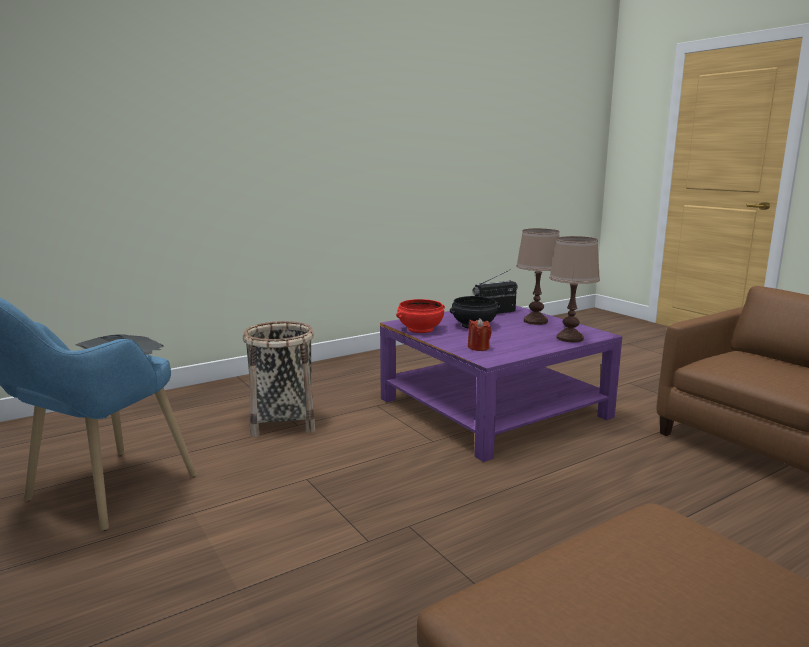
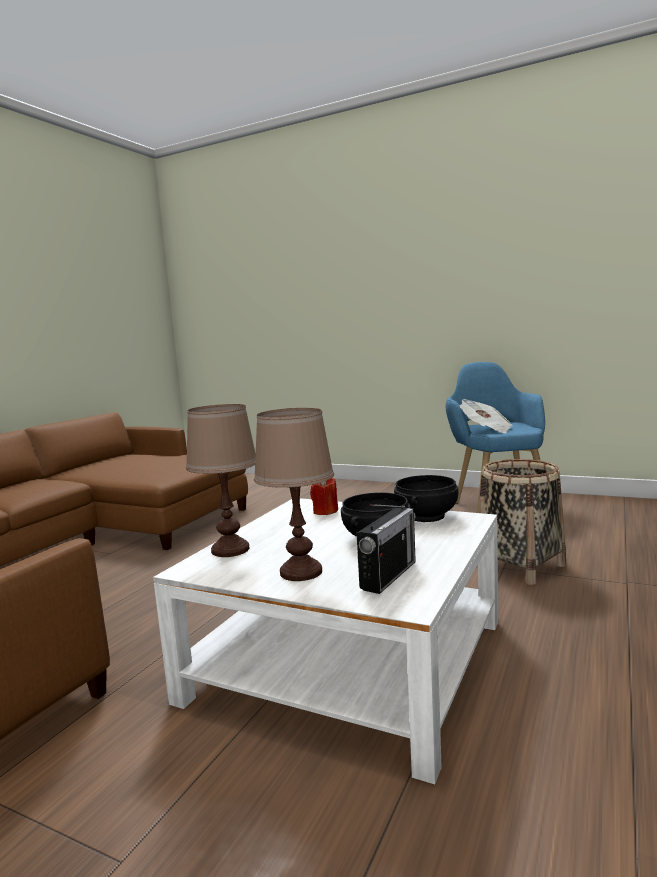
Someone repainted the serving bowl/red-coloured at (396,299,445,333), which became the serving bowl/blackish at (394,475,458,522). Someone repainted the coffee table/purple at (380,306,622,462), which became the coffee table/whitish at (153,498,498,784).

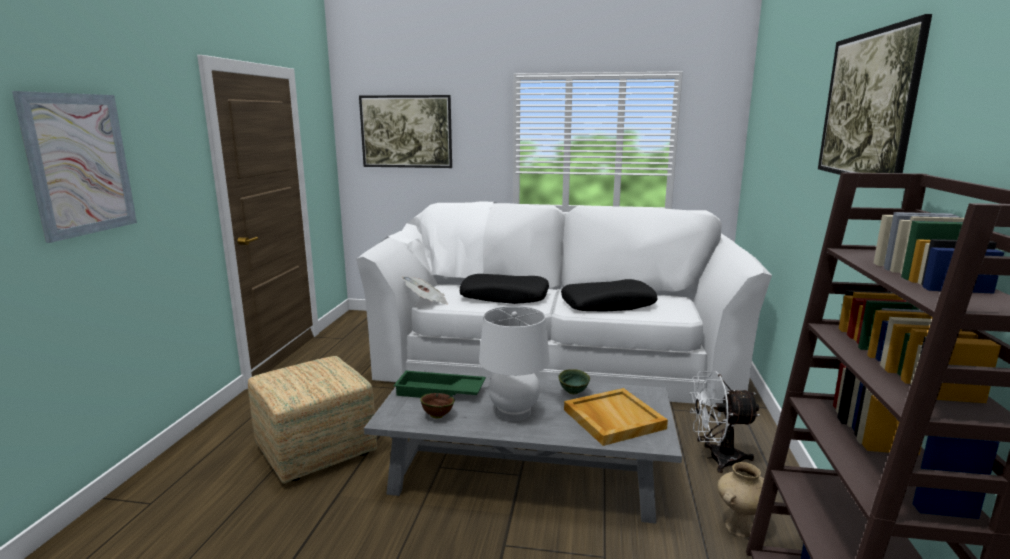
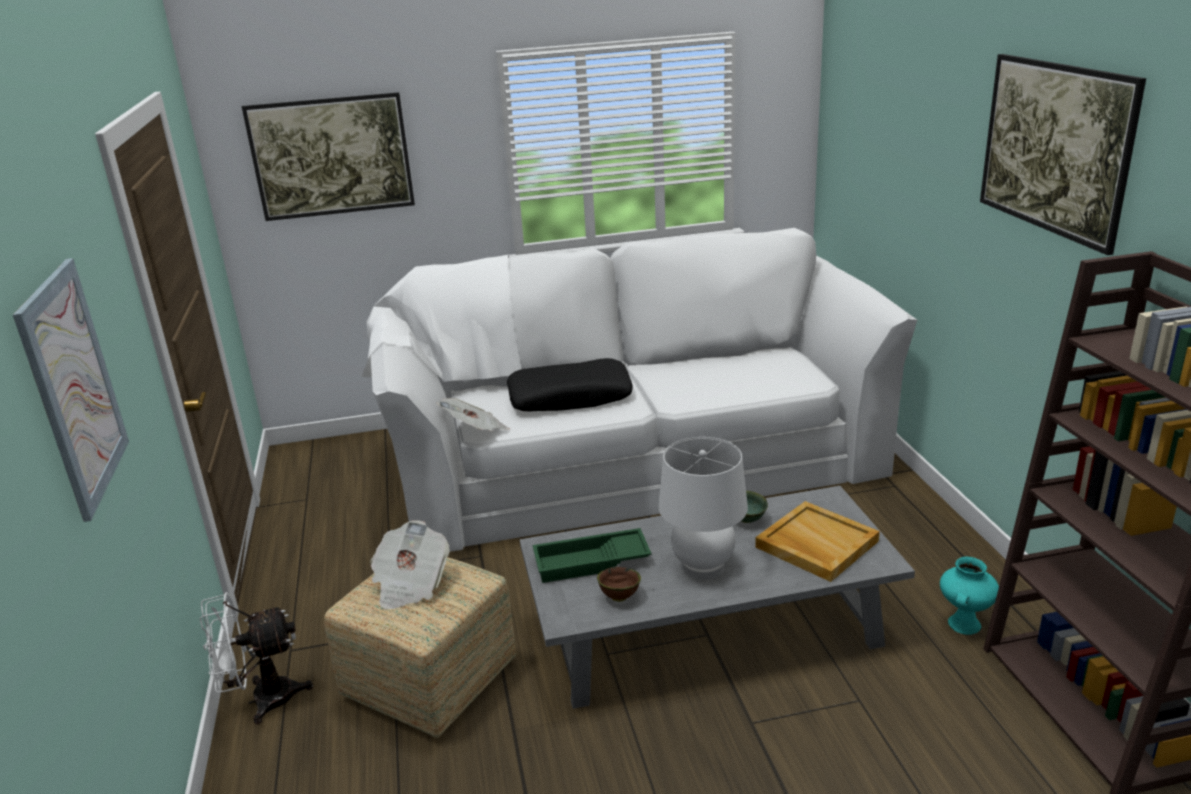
Someone took away the throw pillow/blackish at (561,279,658,312). Someone carried the electric fan/whitish from (690,371,760,473) to (200,592,313,725). Someone repainted the decorative vase/sand-coloured at (717,462,764,537), which became the decorative vase/turquoise at (940,557,999,635). Someone put down the printed paper at (370,520,450,609).

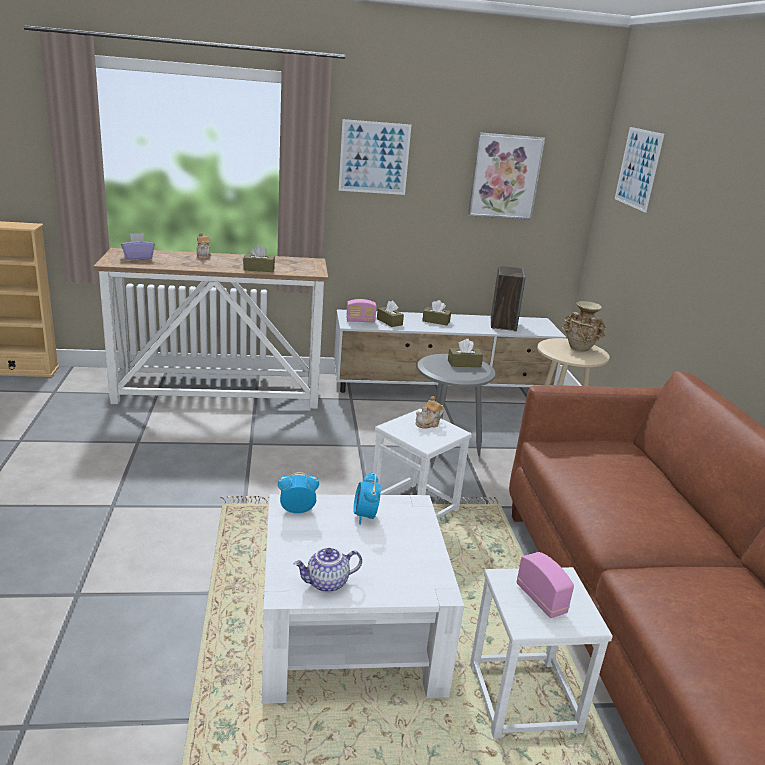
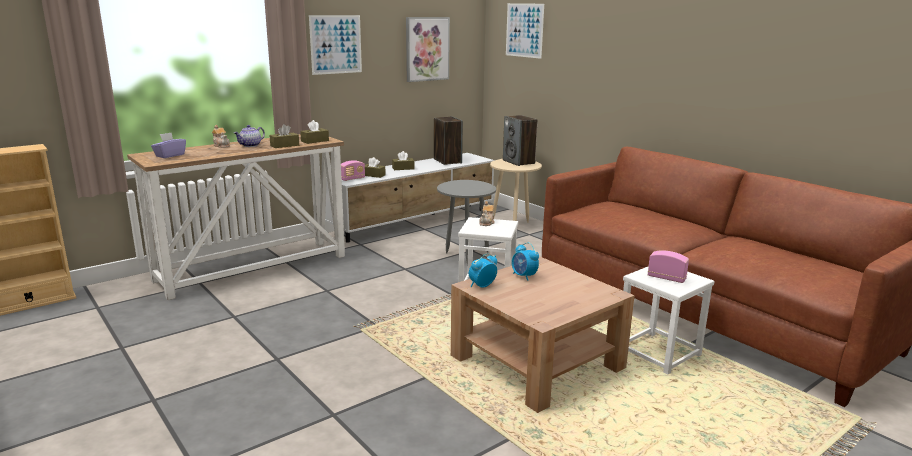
Someone swapped the decorative vase/sand-coloured at (562,301,606,352) for the audio speaker at (503,115,538,166). Someone carried the box of tissues/brownish from (448,339,483,367) to (300,120,329,144). Someone repainted the coffee table/whitish at (262,494,464,704), which became the coffee table/brownish at (451,257,634,413). Someone carried the tea pot from (294,547,362,593) to (234,125,265,147).

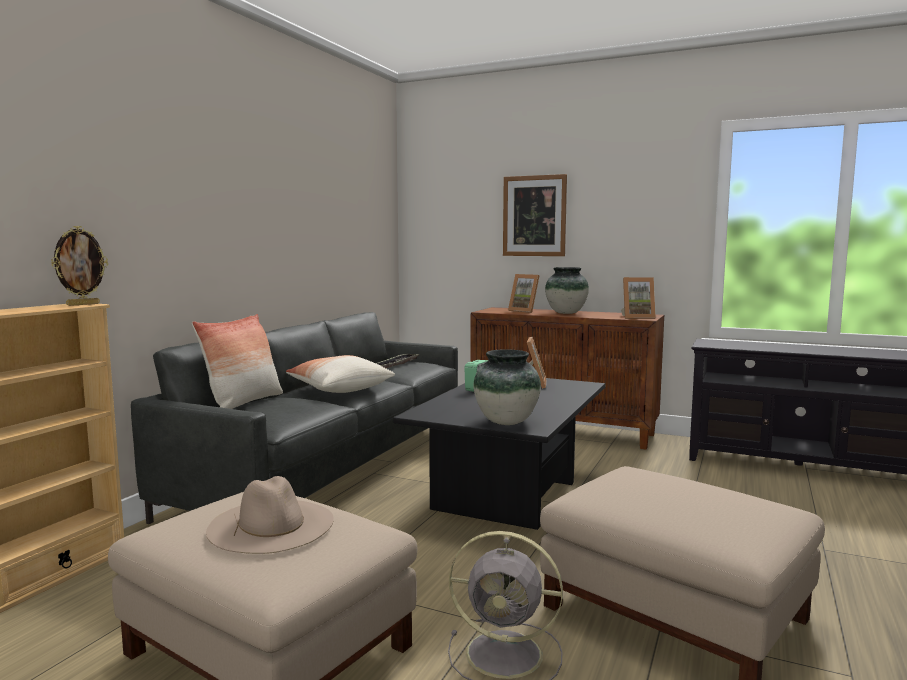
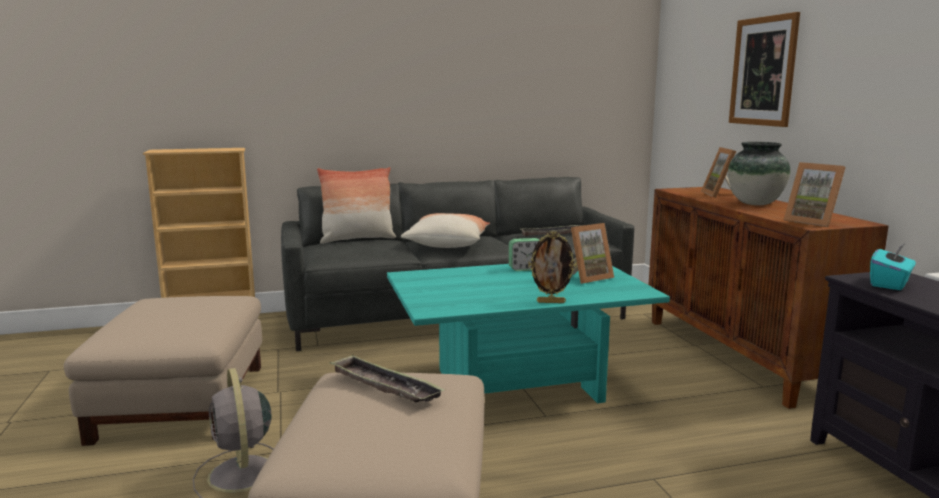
Someone carried the standing frame from (51,226,108,306) to (528,231,577,303). Someone took away the decorative vase at (474,349,541,425). Someone repainted the coffee table/blackish at (393,378,605,530), which became the coffee table/turquoise at (387,264,670,403). Someone took away the hat/sand-coloured at (206,476,334,554). Someone put down the box of tissues/turquoise at (870,243,916,290). Someone put down the serving tray at (329,355,446,402).

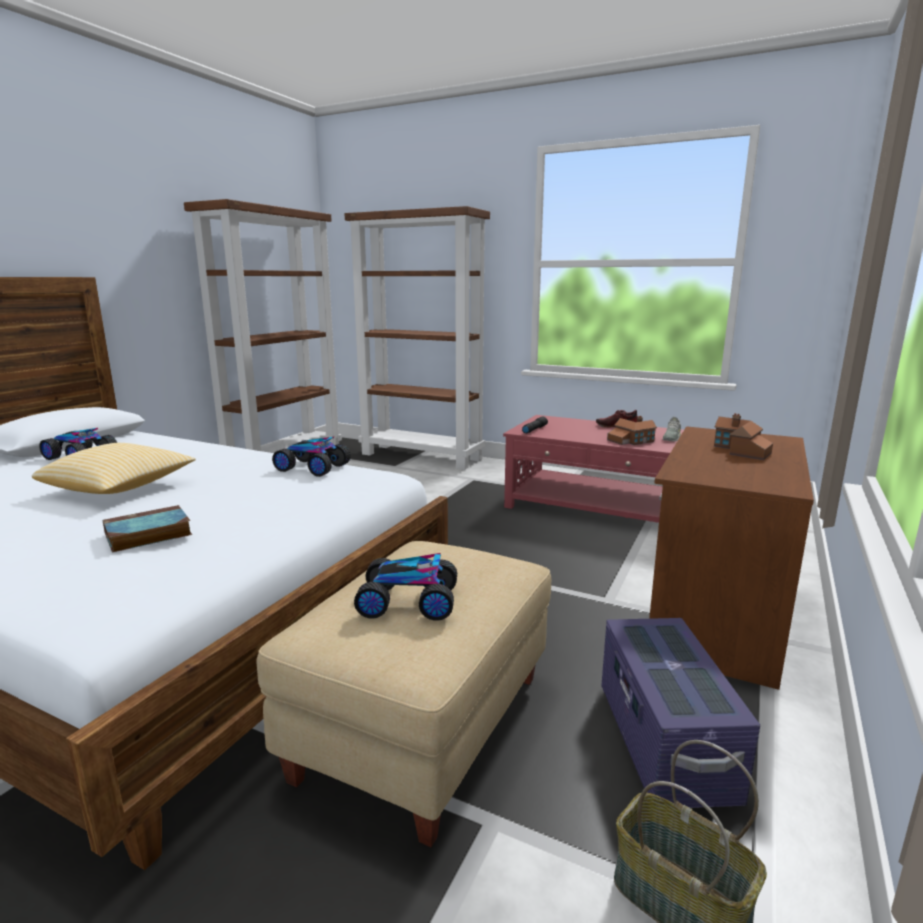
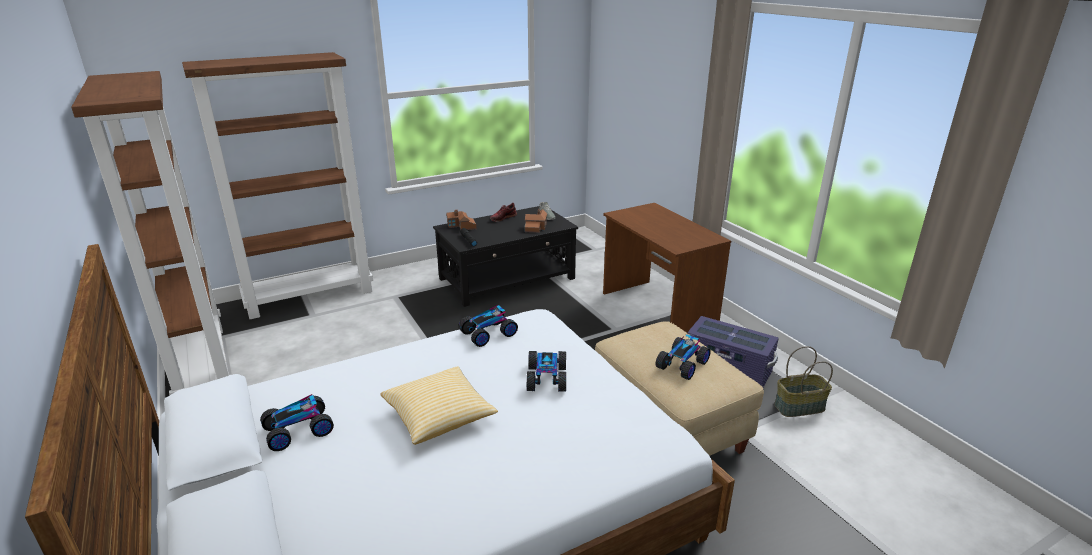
Someone carried the toy house from (714,413,773,460) to (446,210,476,230). Someone repainted the coffee table/red-coloured at (503,415,684,523), which became the coffee table/blackish at (433,206,578,307). Someone took away the volume at (103,505,192,553). Someone put down the model car at (527,351,566,392).

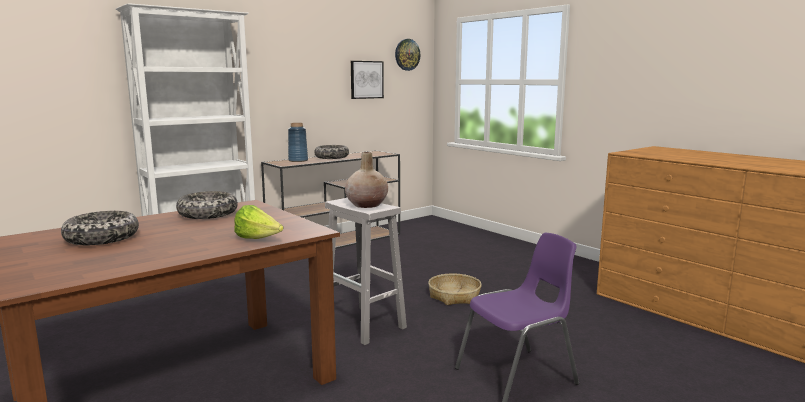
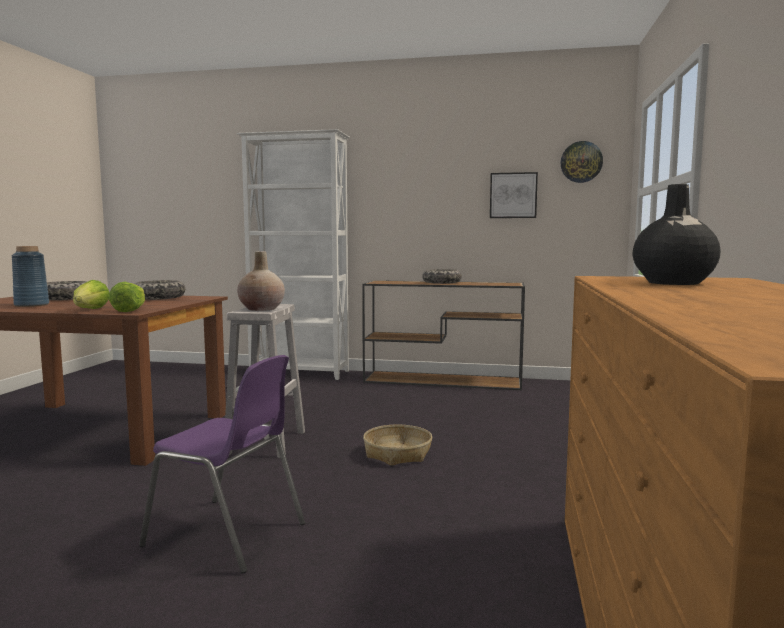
Someone carried the decorative vase/blue from (288,123,308,162) to (12,246,49,307). Someone put down the decorative vase/blackish at (633,184,721,285). Someone put down the lettuce head at (108,282,145,312).

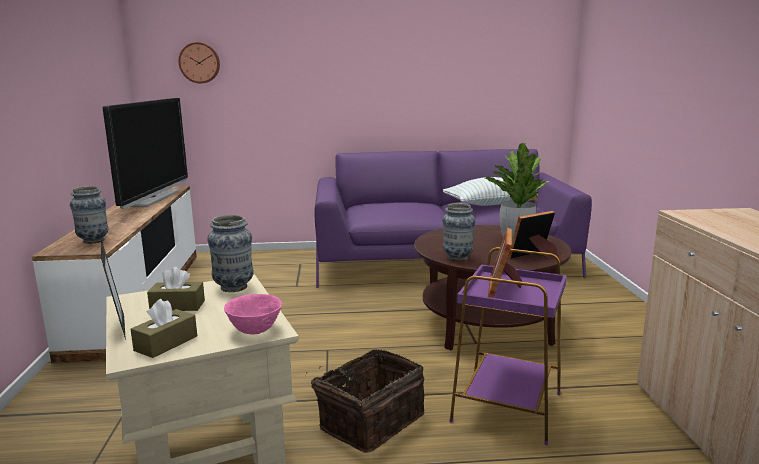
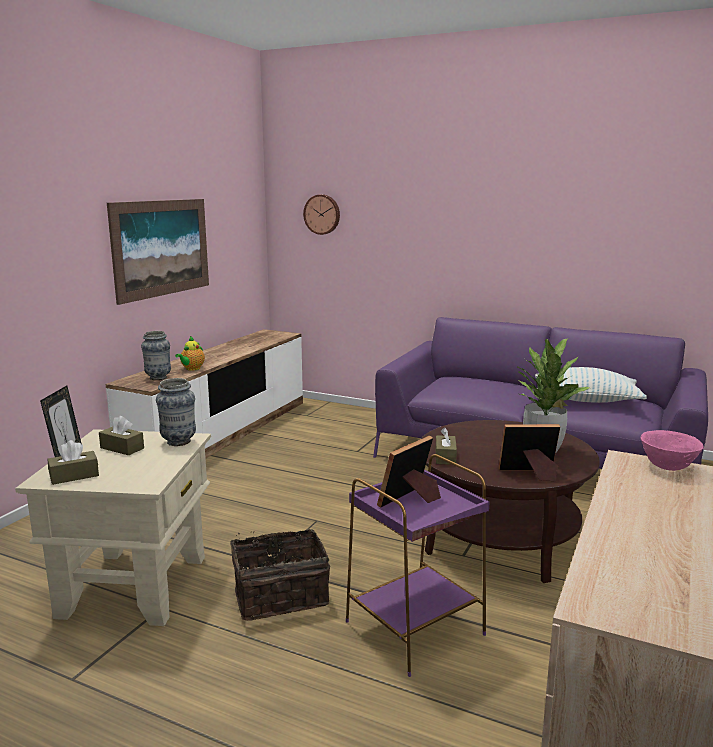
Someone took away the TV set at (103,98,188,209). Someone swapped the decorative vase at (442,203,476,261) for the box of tissues/brownish at (436,427,457,465). Someone carried the serving bowl/pink from (224,294,282,335) to (641,430,704,471). Someone put up the wall picture at (107,199,209,305). Someone put down the tea pot at (175,336,205,371).

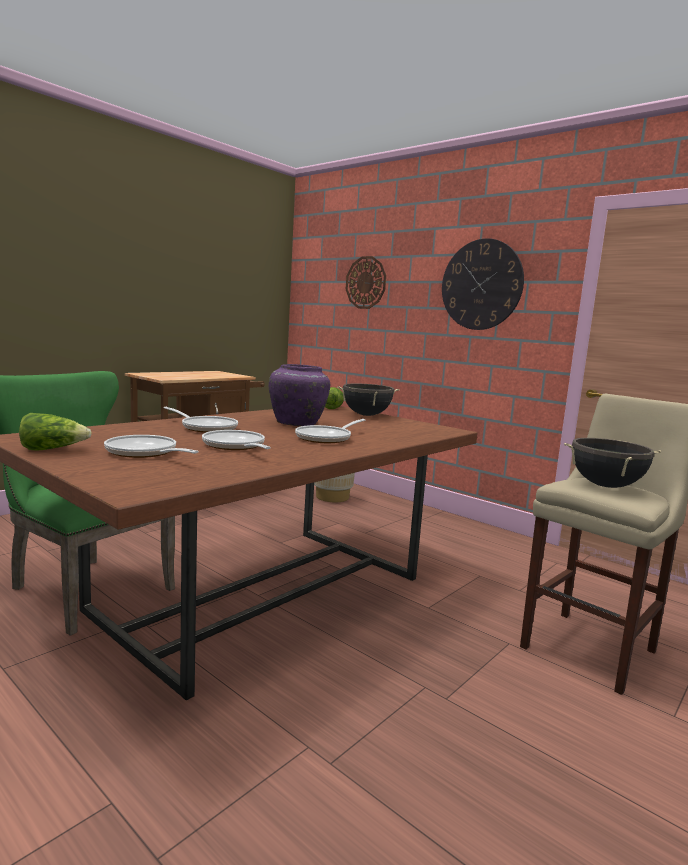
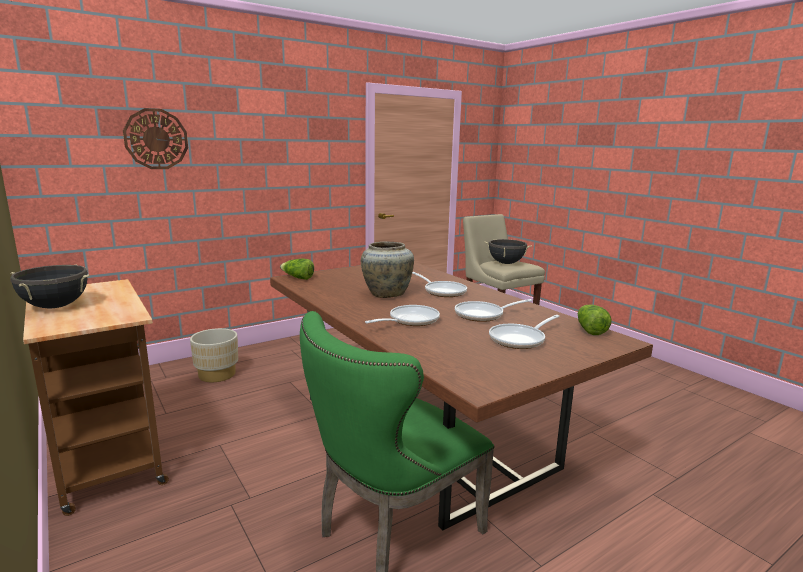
Someone took away the hanging clock at (442,238,524,330). Someone repainted the decorative vase/purple at (269,364,330,426), which became the decorative vase/sand-coloured at (361,241,414,298). Someone carried the cooking pot/blackish from (337,383,400,416) to (10,264,90,308). Someone carried the lettuce head from (19,413,92,451) to (578,304,612,335).

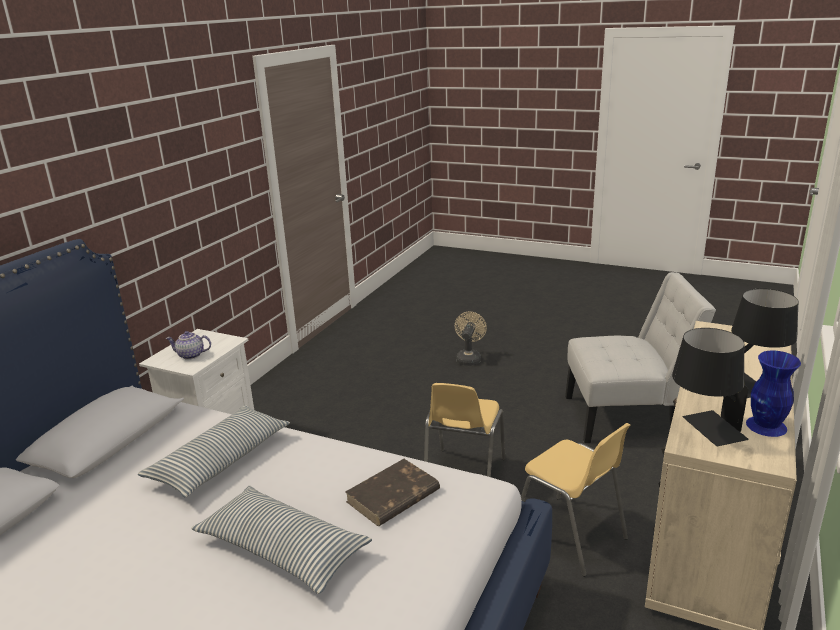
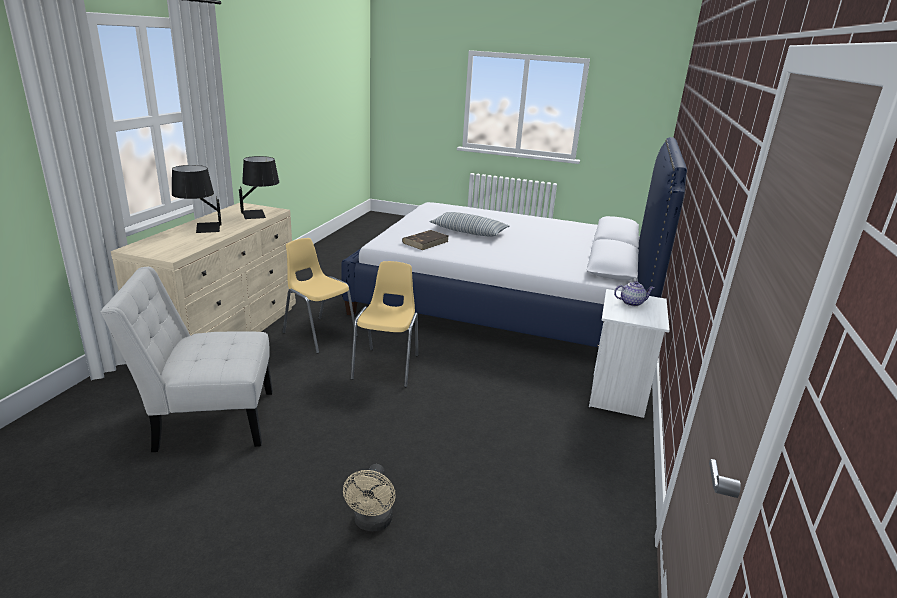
Someone took away the decorative vase/blue at (746,350,801,437). Someone took away the throw pillow at (138,405,290,497).

